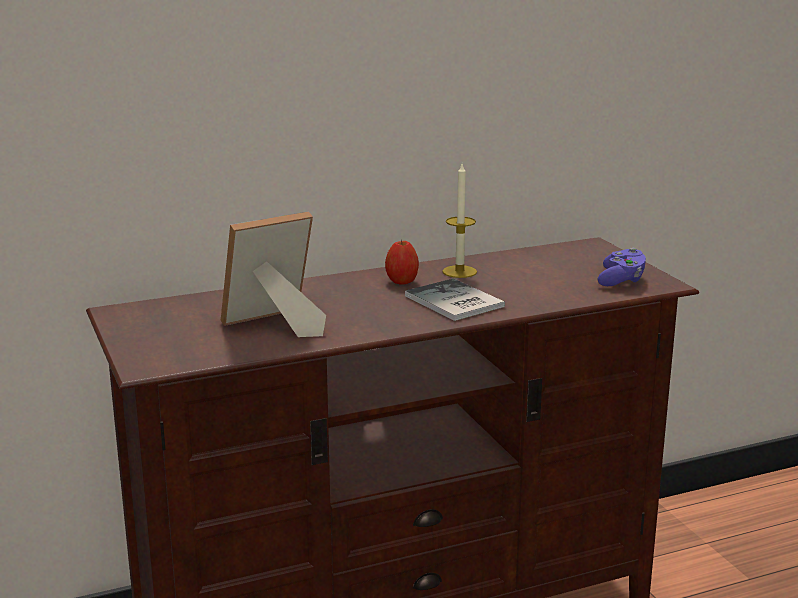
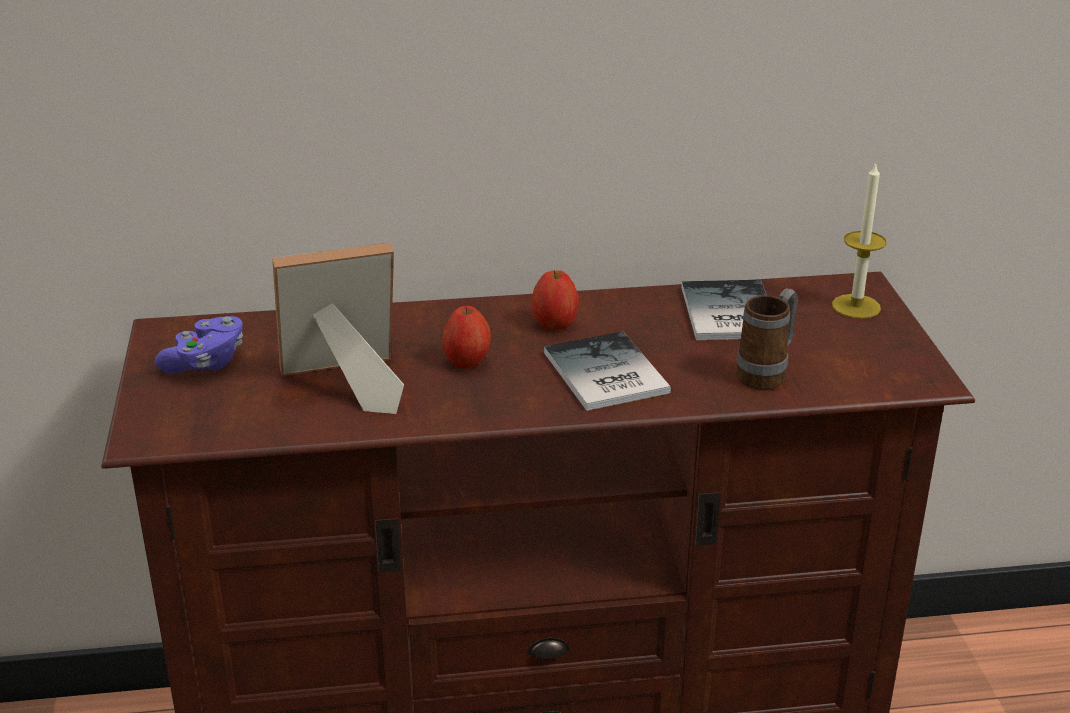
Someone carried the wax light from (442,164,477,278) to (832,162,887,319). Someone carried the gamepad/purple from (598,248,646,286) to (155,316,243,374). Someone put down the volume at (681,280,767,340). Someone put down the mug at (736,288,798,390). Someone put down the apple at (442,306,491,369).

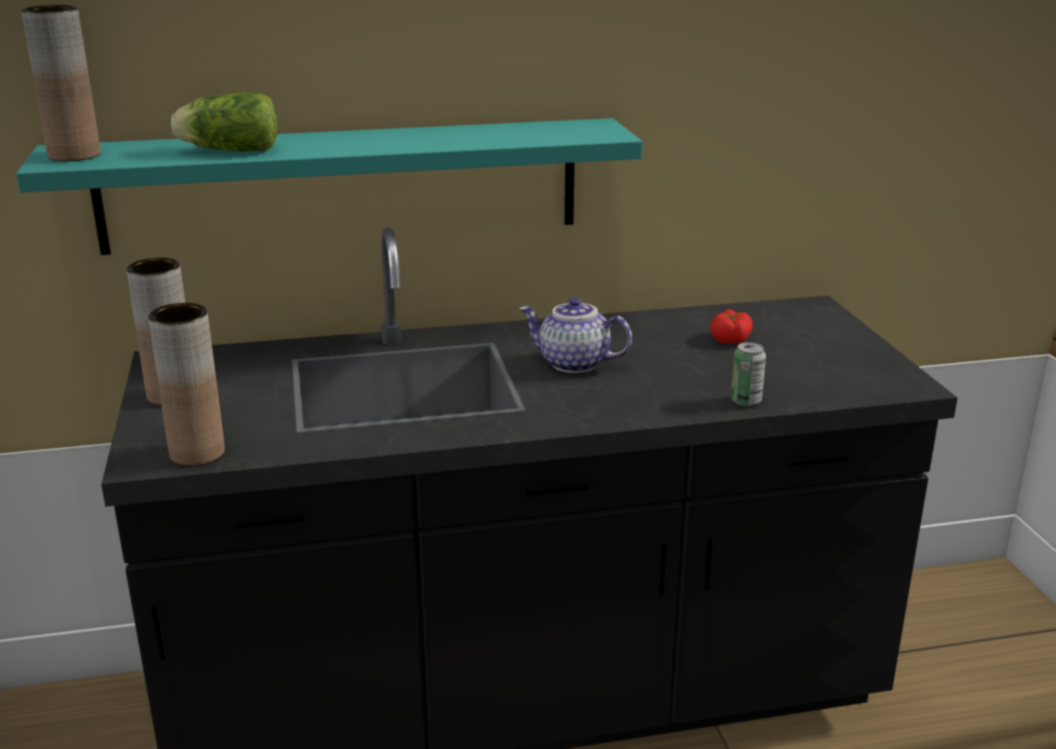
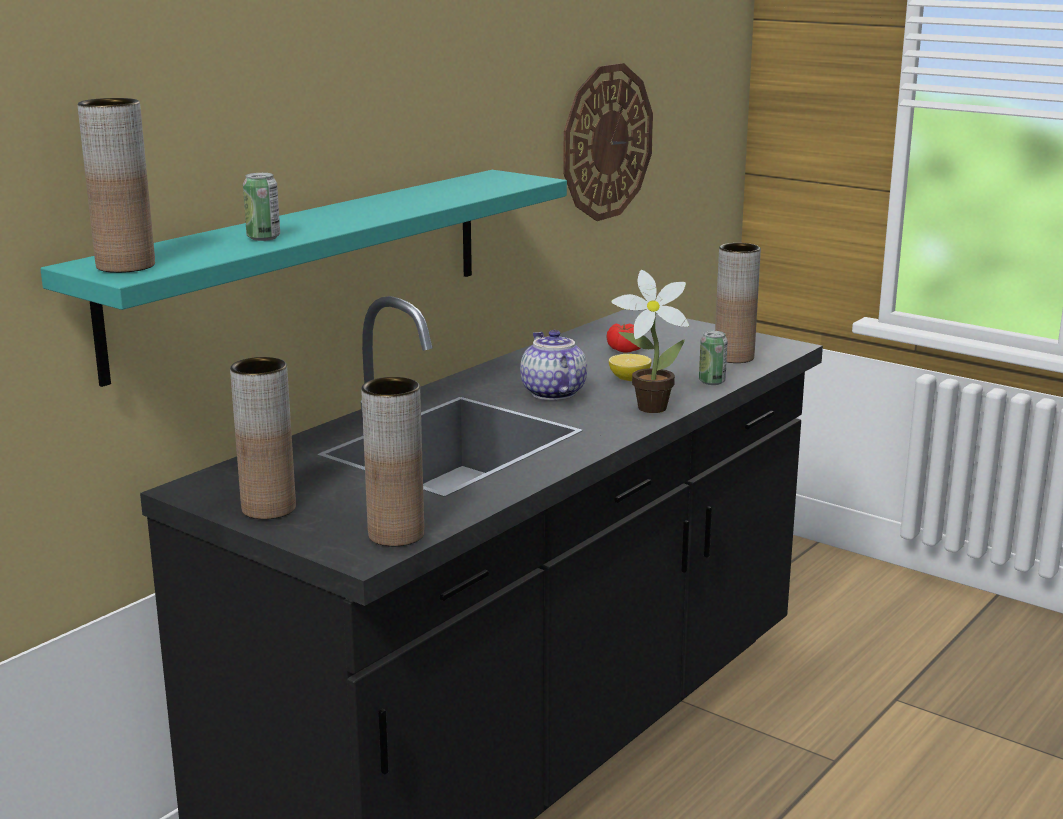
Someone swapped the lettuce head at (171,92,278,151) for the metal can at (243,173,280,241). Someone rotated the tea pot at (519,297,632,373) by 90 degrees clockwise. Someone put up the hanging clock at (563,63,653,221). Someone put down the decorative vase/brownish at (715,243,761,363). Someone put down the houseplant at (611,270,689,413). Someone put down the whole lemon at (609,354,651,381).

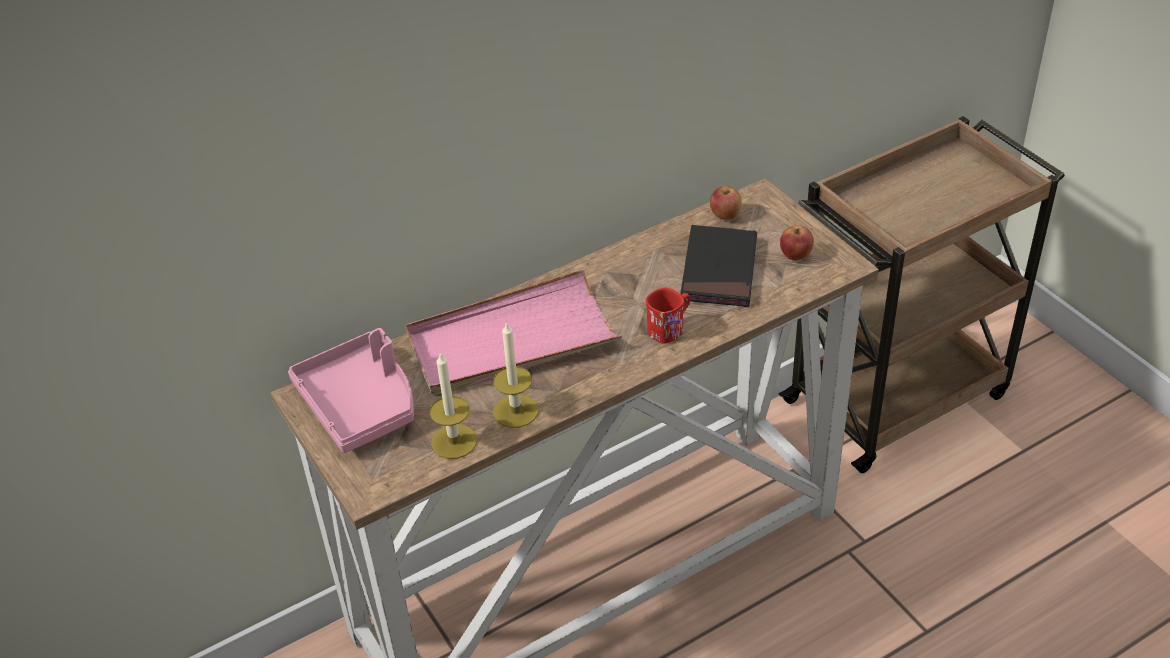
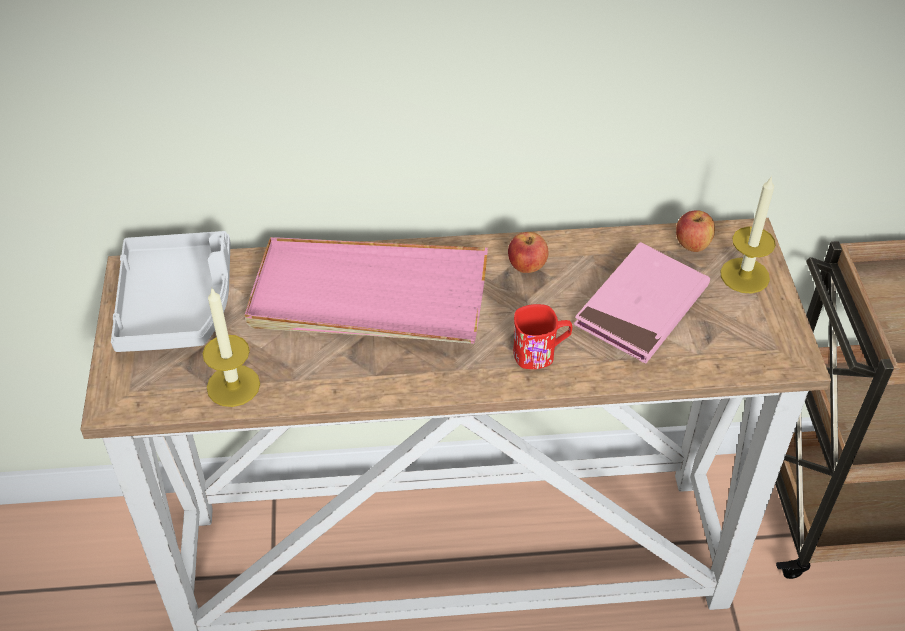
Someone repainted the volume/blackish at (681,225,757,307), which became the volume/pink at (574,242,710,363). Someone carried the apple from (780,225,814,261) to (508,232,548,273). Someone carried the wax light from (493,321,538,428) to (720,175,776,294). Someone repainted the serving tray/pink at (288,328,414,453), which became the serving tray/greyish at (111,231,231,352).

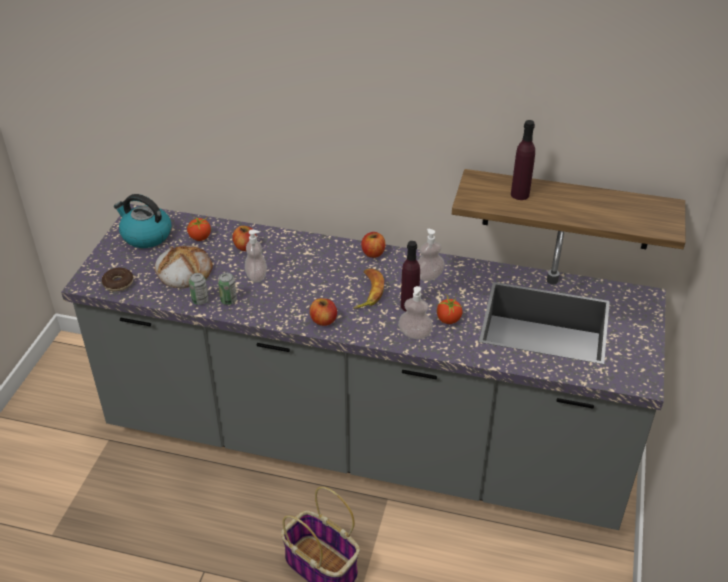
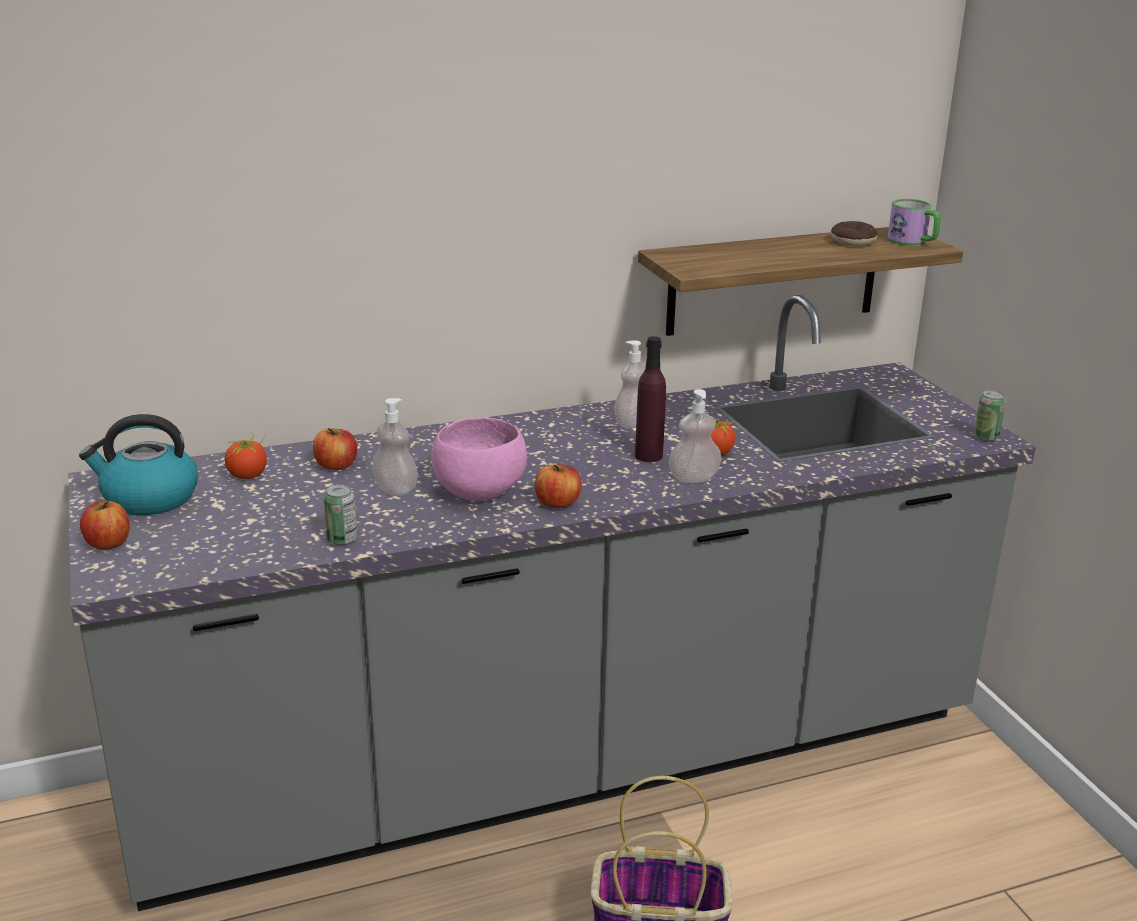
Someone took away the drink bottle/purple at (511,120,535,200). Someone carried the apple from (361,232,385,258) to (80,501,130,550). Someone took away the baked bread at (155,245,213,288). Someone carried the donut from (102,268,134,291) to (831,221,877,246). Someone took away the whole banana at (354,269,384,309). Someone carried the metal can from (218,273,237,305) to (974,390,1006,442). Someone put down the mug at (887,199,941,246). Someone put down the serving bowl/pink at (431,417,527,500).

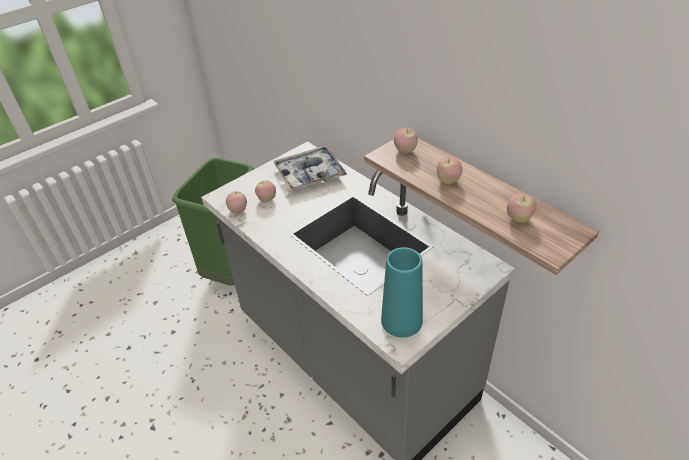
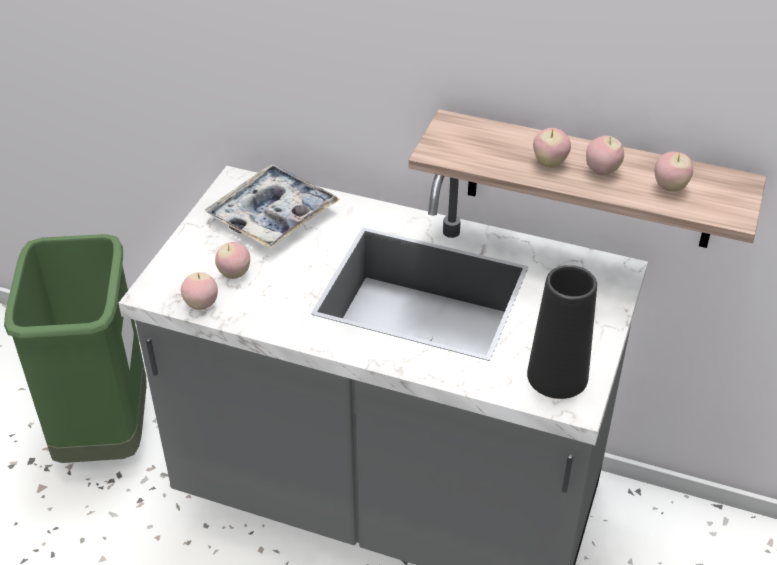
Someone carried the apple from (394,128,418,153) to (586,136,624,176). Someone repainted the decorative vase/turquoise at (381,247,423,337), which became the decorative vase/blackish at (527,265,597,399).

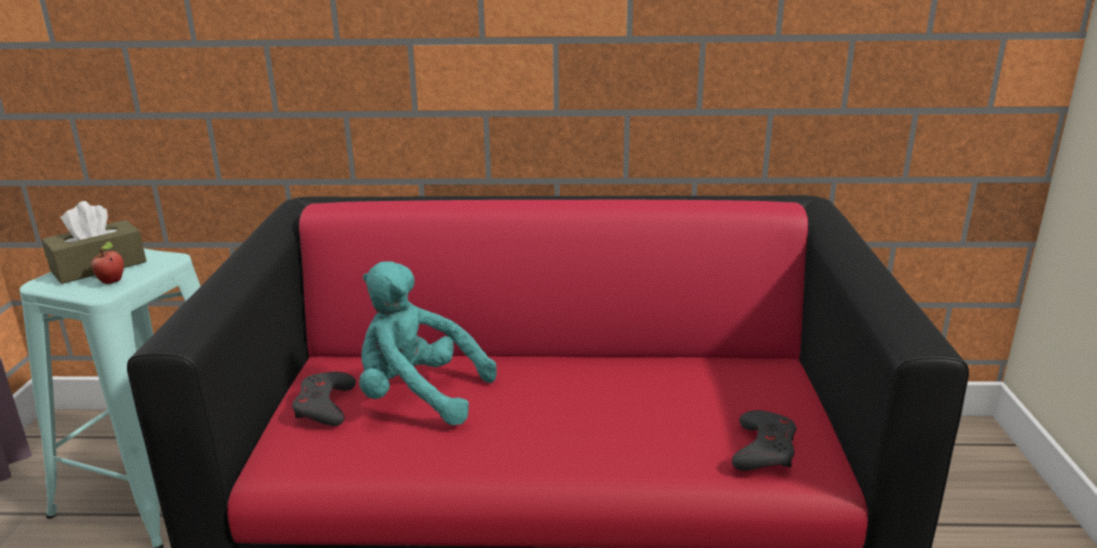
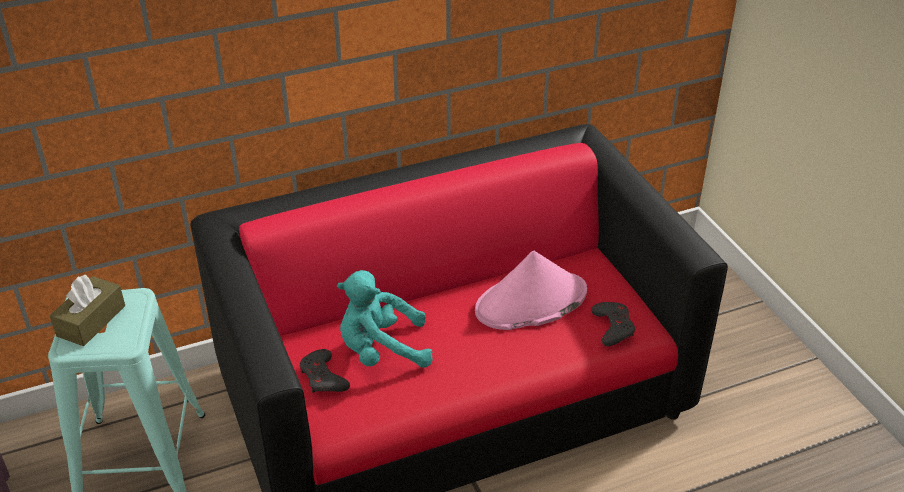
Someone took away the apple at (91,242,124,284). Someone put down the hat/pink at (475,251,587,330).

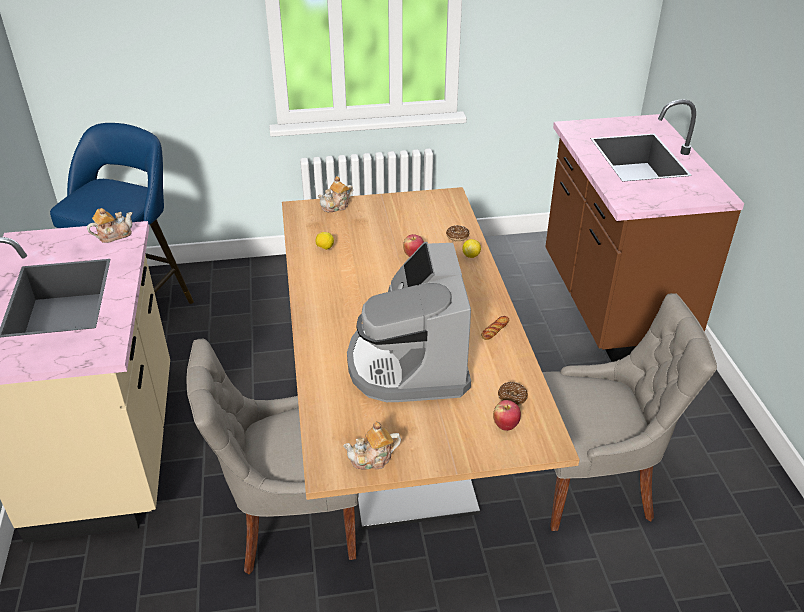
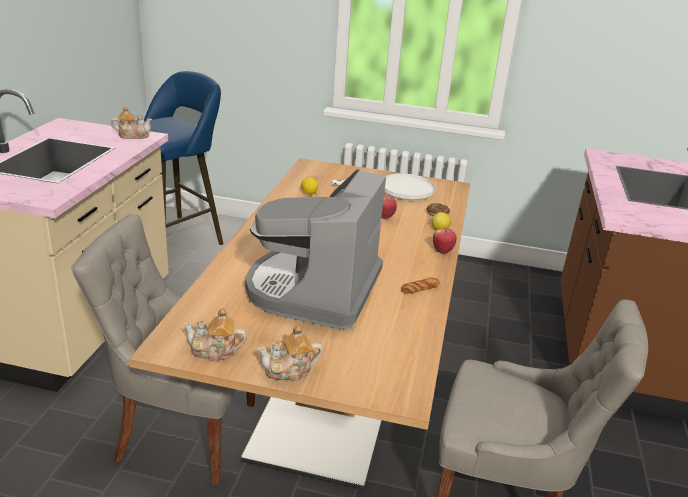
Someone carried the tea pot from (318,176,353,212) to (257,325,323,381). Someone took away the donut at (498,382,528,406). Someone carried the apple from (493,400,521,431) to (433,228,456,253). Someone put down the pan/whitish at (332,174,435,200).

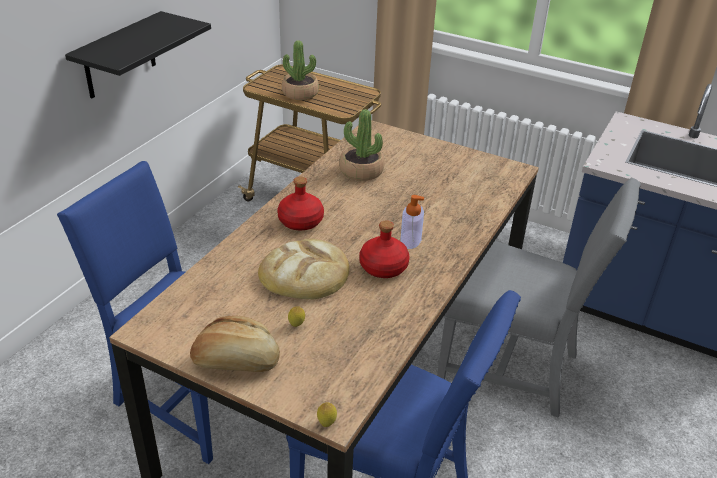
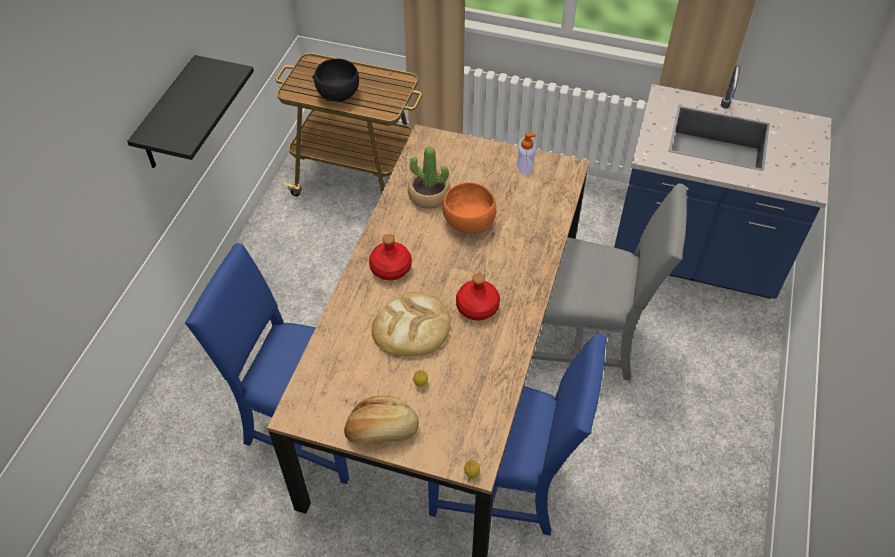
Someone swapped the houseplant at (282,40,319,100) for the serving bowl/blackish at (312,59,359,102). Someone carried the soap dispenser from (400,195,424,249) to (517,132,536,175). Someone put down the serving bowl/orangey at (442,182,496,233).

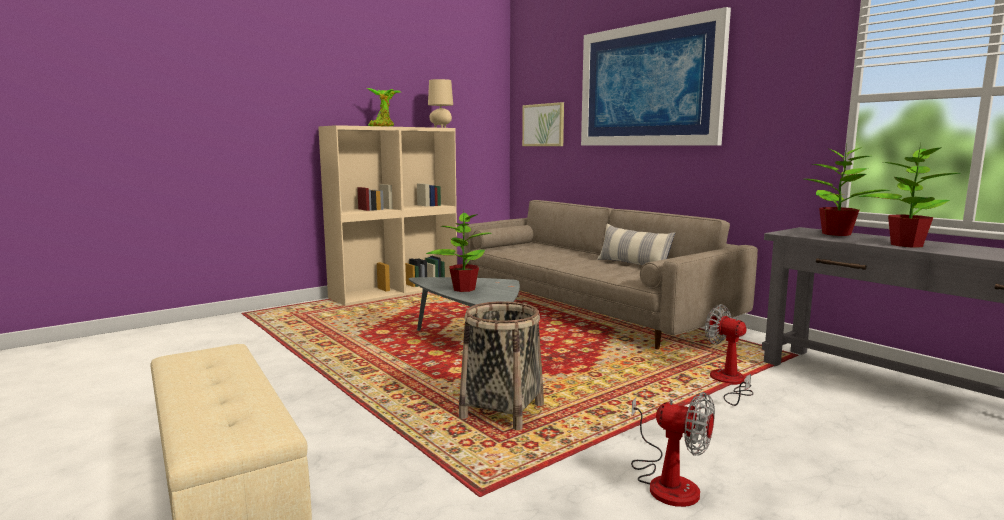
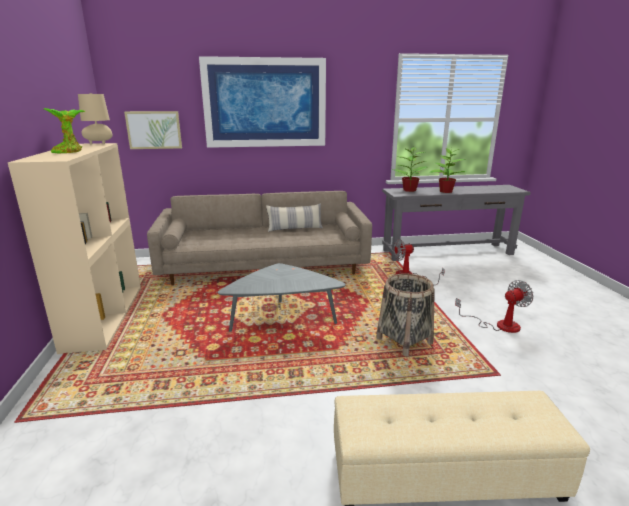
Someone took away the houseplant at (426,211,492,292).

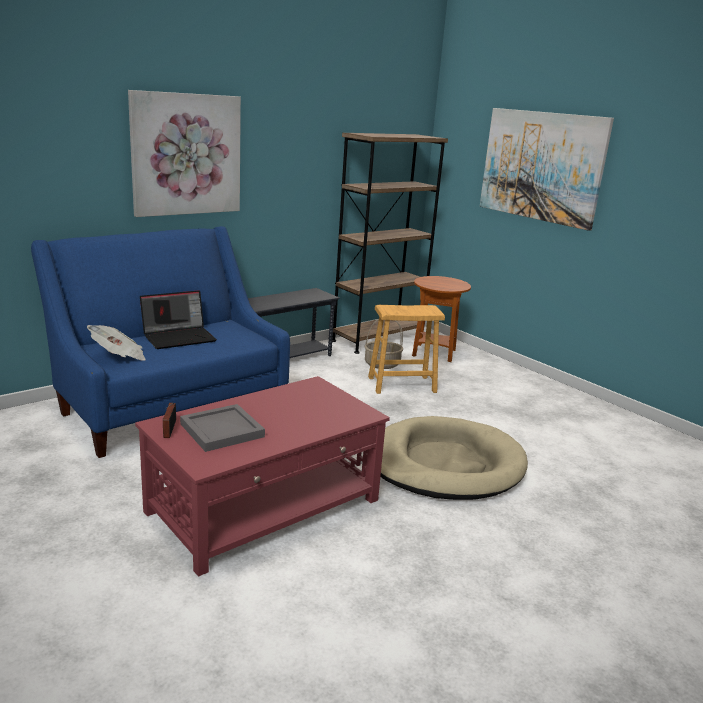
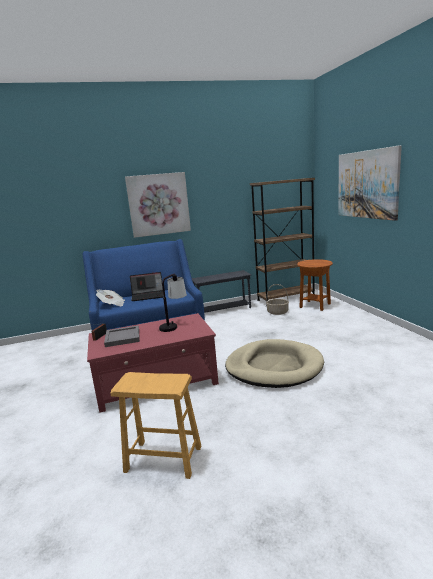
Someone carried the stool seat/brownish from (368,305,445,394) to (110,372,201,479). Someone put down the tabletop lamp at (159,273,187,332).

